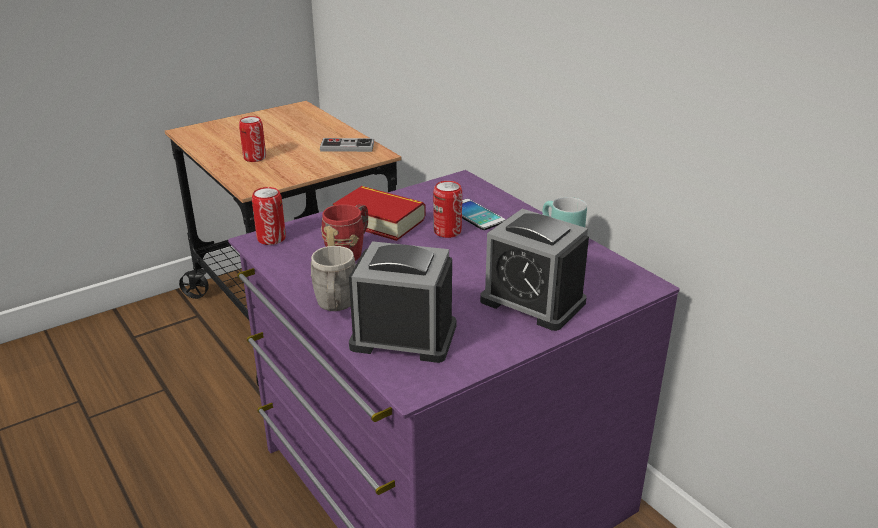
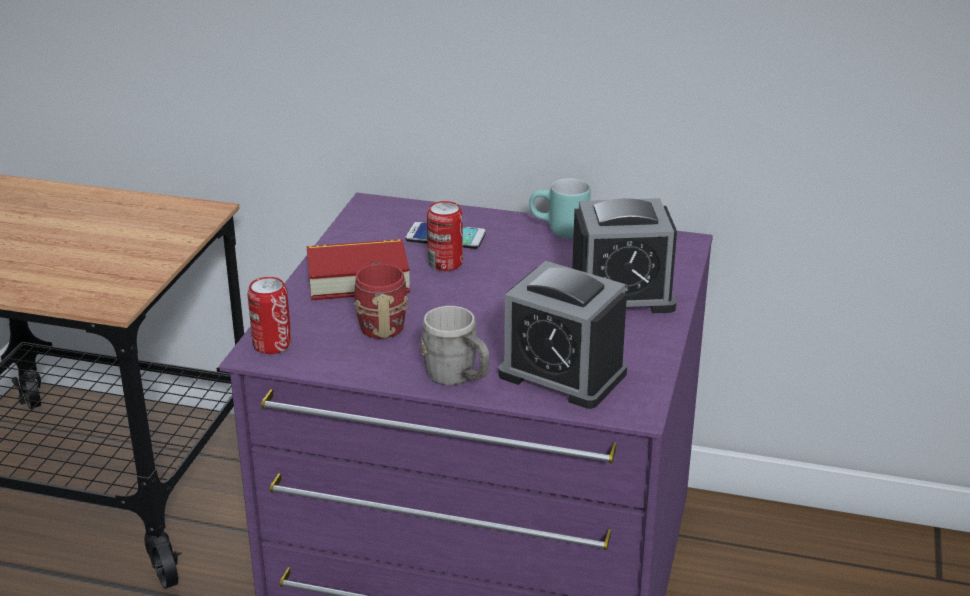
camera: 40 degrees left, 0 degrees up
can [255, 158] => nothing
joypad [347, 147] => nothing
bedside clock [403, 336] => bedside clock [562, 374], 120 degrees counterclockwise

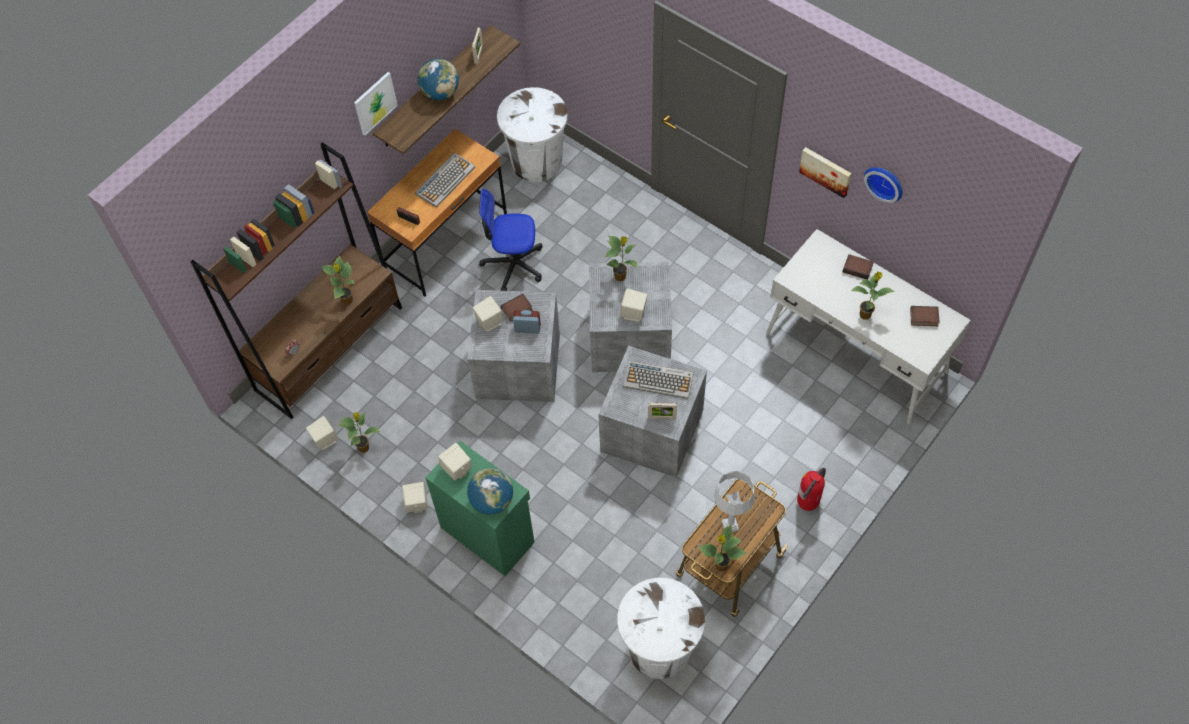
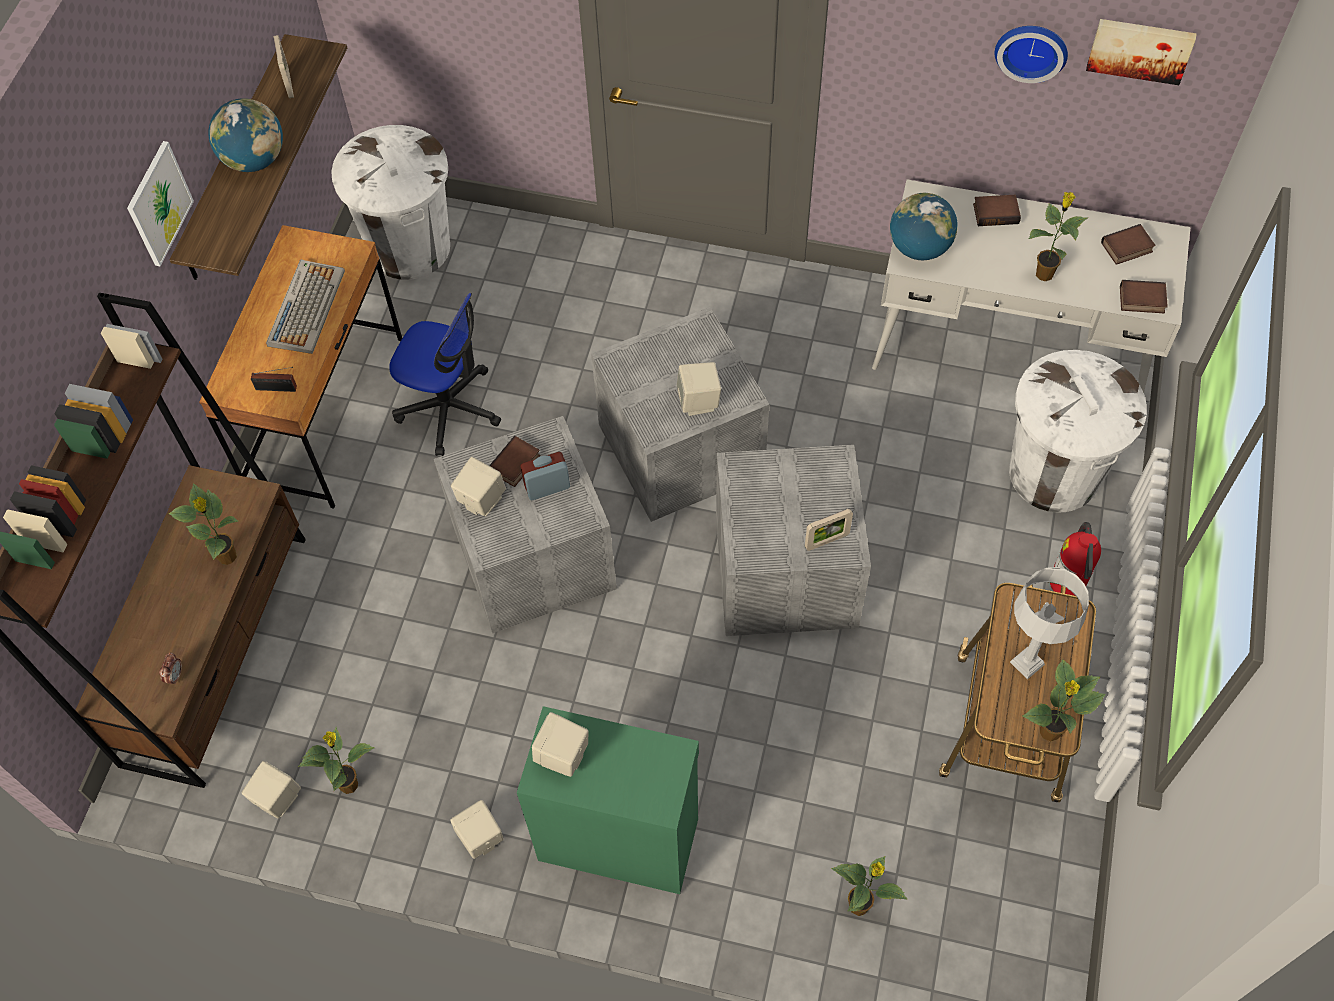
camera: 25 degrees left, 0 degrees up
desk globe [492, 501] => desk globe [919, 248], shifted
office chair [513, 264] => office chair [449, 408], 135 degrees counterclockwise
potted plant [621, 277] => potted plant [860, 905], shifted
white-coloured waste bin [659, 649] => white-coloured waste bin [1053, 474], shifted
computer keyboard [659, 380] => nothing
wall picture [826, 171] => wall picture [1140, 49], shifted
nothing => volume [1141, 300]

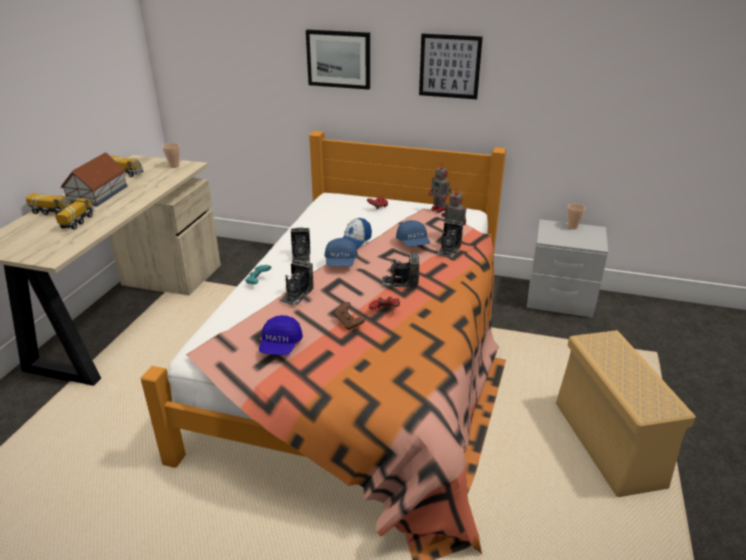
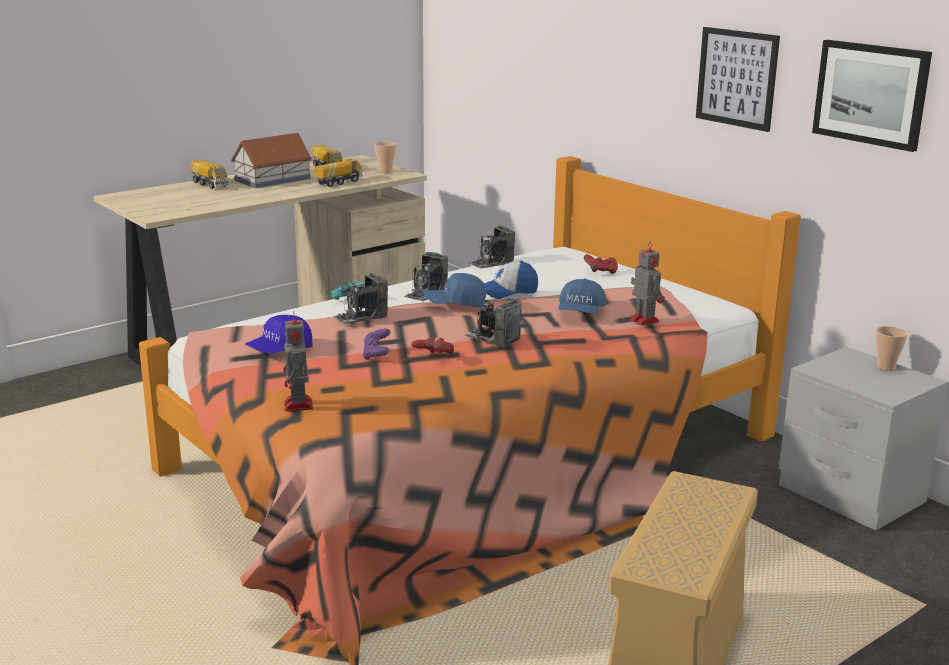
camera: 35 degrees right, 10 degrees down
model truck [78, 222] => model truck [339, 182], shifted
wall picture [339, 59] => wall picture [871, 94], shifted
blue cap [340, 262] => blue cap [455, 304], 45 degrees clockwise
brownish joypad [349, 323] => purple joypad [377, 355]
toy robot [439, 209] => toy robot [298, 406], shifted
photo camera [449, 250] => photo camera [491, 263], shifted

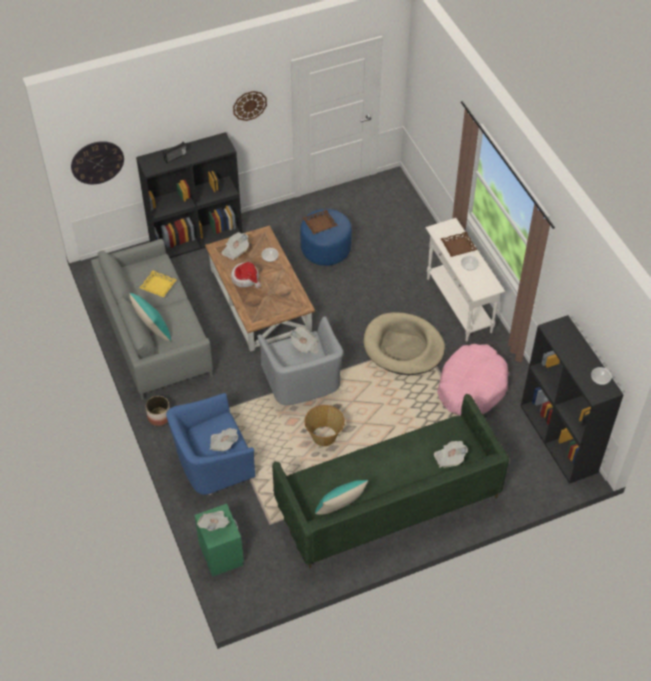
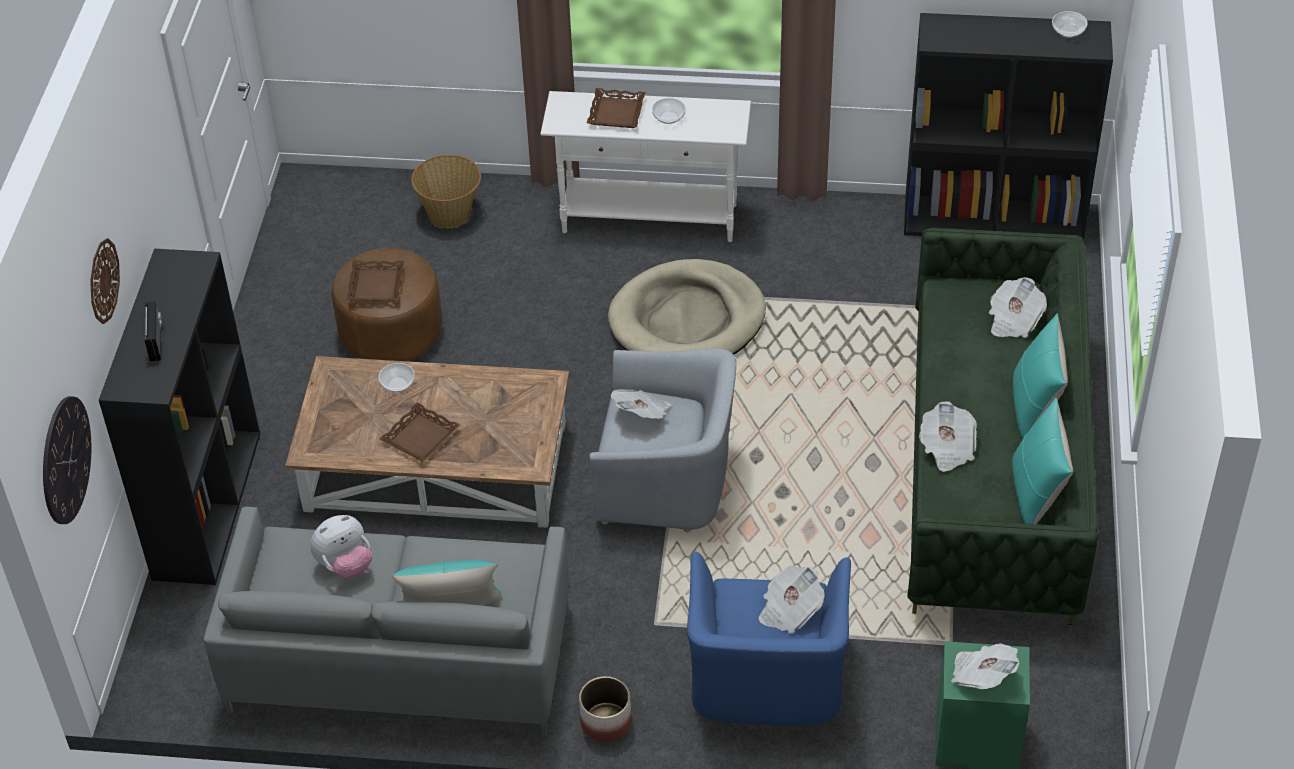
camera: 60 degrees left, 5 degrees down
yellowish serving tray [158, 286] => cuddly toy [345, 565]
printed paper [235, 251] => printed paper [947, 448], shifted
wearable hat [246, 278] => brownish serving tray [420, 436]
wall clock [249, 105] => wall clock [103, 281], shifted
blue pouffe [326, 249] => brownish pouffe [391, 332]
storage basket [324, 437] => storage basket [450, 214], shifted
pink pet bed [471, 386] => nothing
nothing => turquoise-coloured cushion [1034, 406]

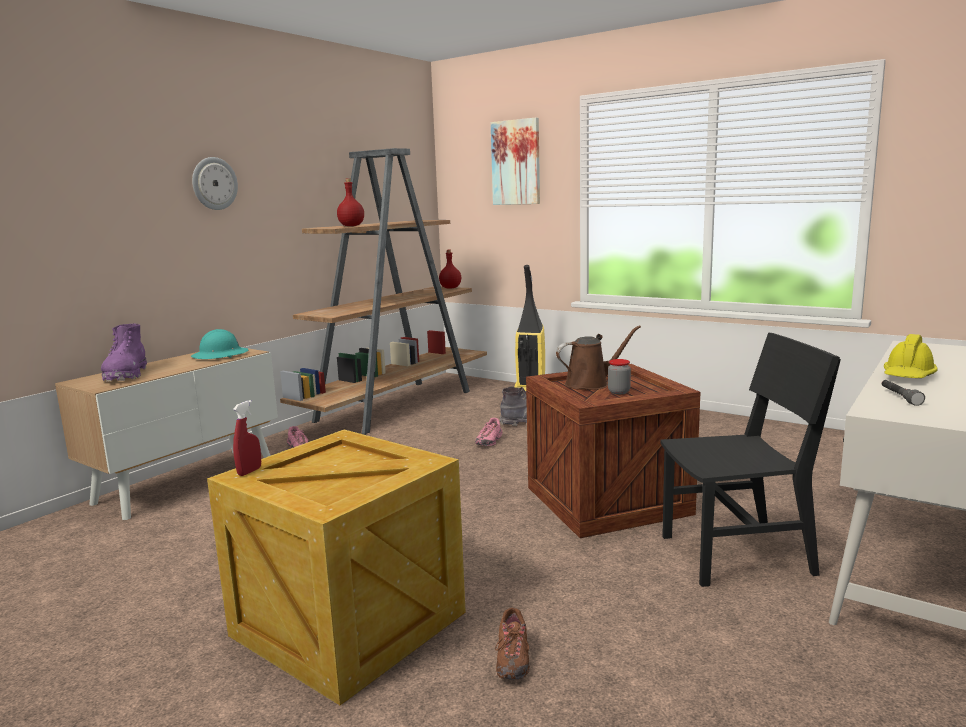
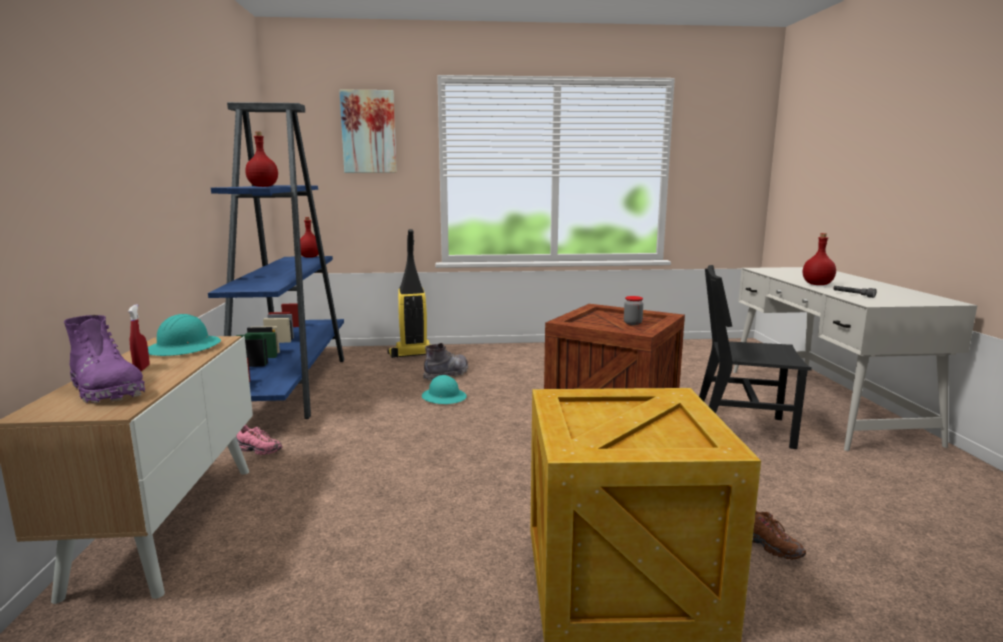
camera: 40 degrees left, 0 degrees up
wall clock [214, 183] => nothing
reddish spray bottle [249, 471] => reddish spray bottle [142, 368], shifted
brownish bookcase [397, 405] => blue bookcase [291, 385]
pink shoe [489, 442] => turquoise-coloured safety helmet [444, 397]
brownish watering pot [590, 384] => nothing
blackish chair [736, 555] => blackish chair [742, 428], 120 degrees counterclockwise
yellowish safety helmet [908, 376] => reddish bottle [817, 284]

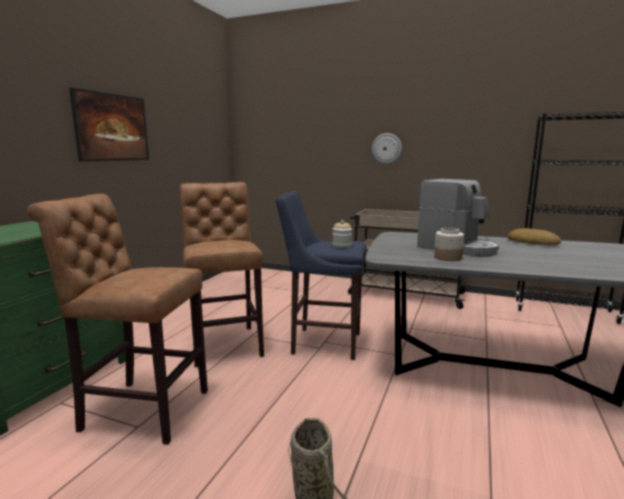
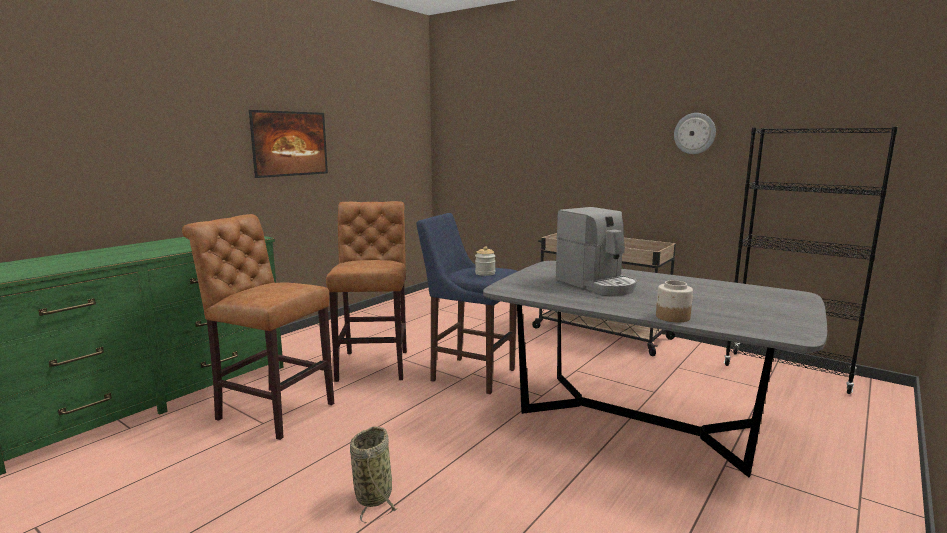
camera: 15 degrees right, 0 degrees up
wall clock [386, 148] => wall clock [694, 133], shifted
preserve jar [447, 258] => preserve jar [672, 317], shifted
bakery bread [532, 242] => nothing

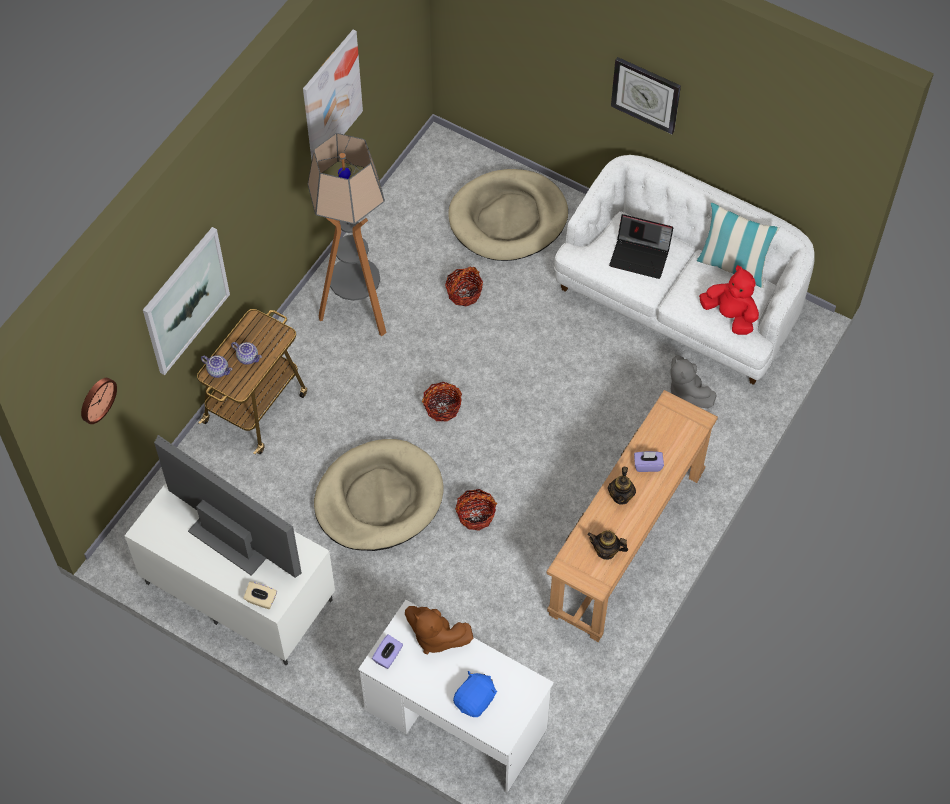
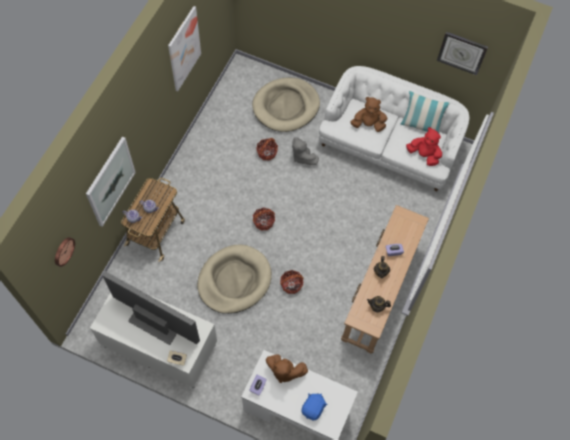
camera: 10 degrees left, 5 degrees up
floor lamp [357, 311] => nothing
notebook computer [640, 256] => brownish cuddly toy [368, 124]
wall clock [646, 94] => wall clock [462, 52], shifted
greyish cuddly toy [687, 392] => greyish cuddly toy [302, 157], shifted

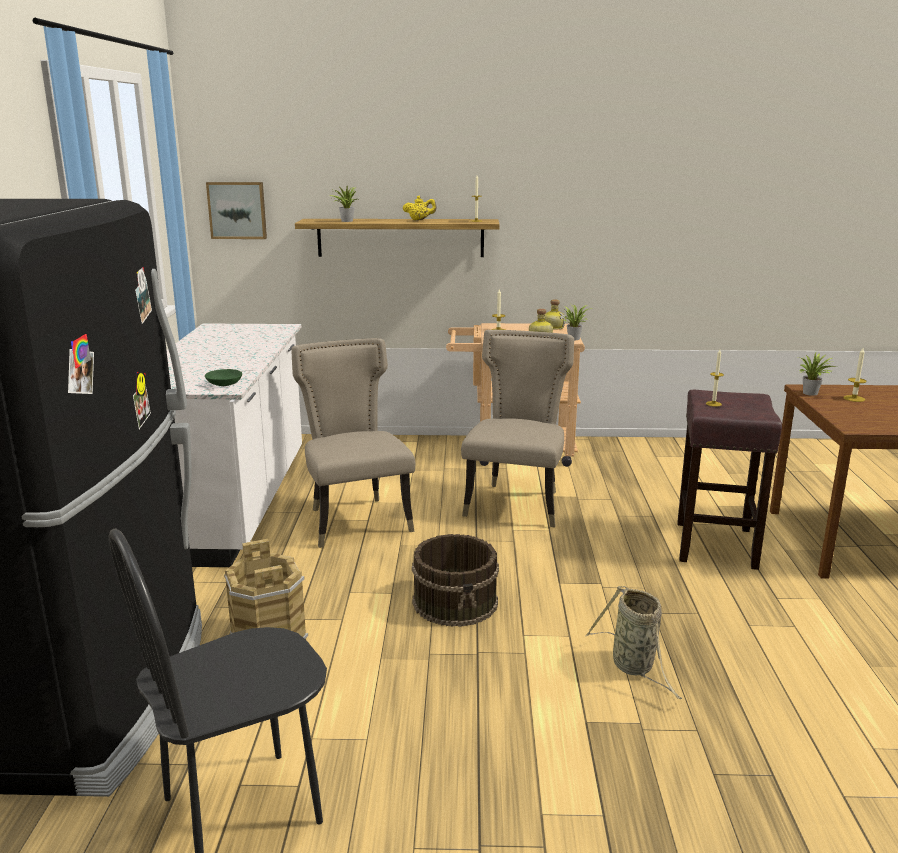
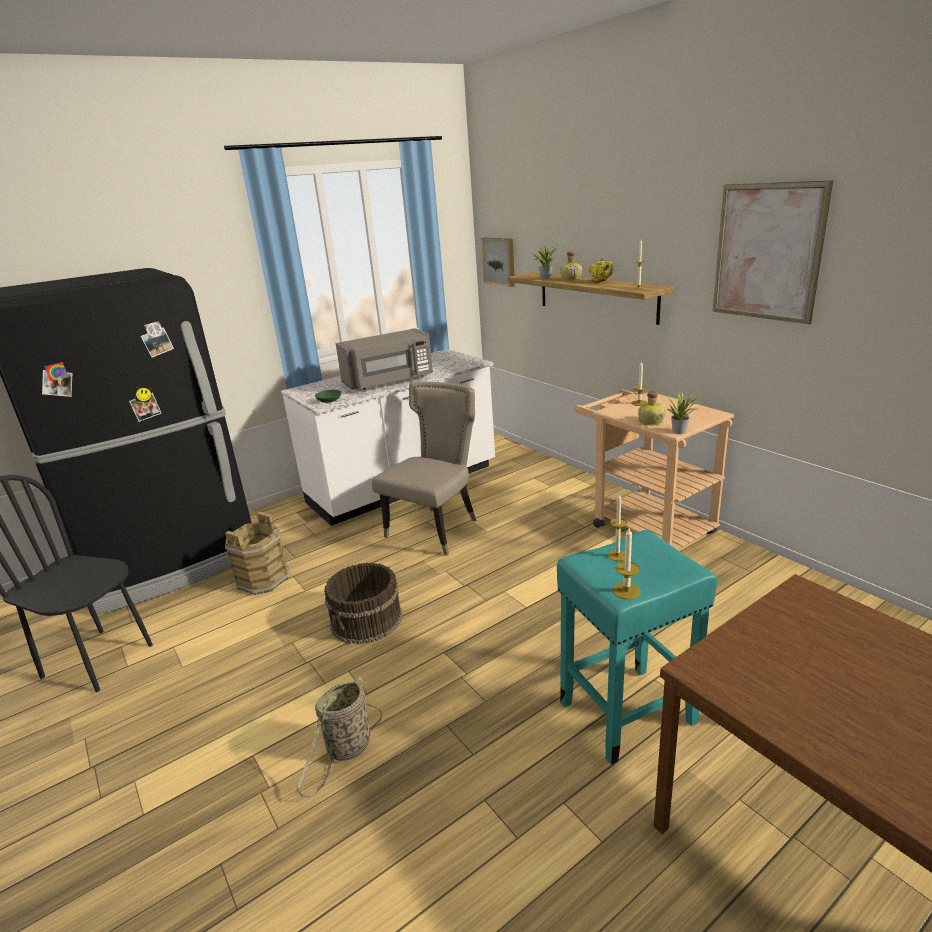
camera: 55 degrees right, 5 degrees up
sand-coloured chair [517, 503] => nothing
bottle [553, 327] => bottle [571, 278], shifted
brownish stool [715, 544] => turquoise-coloured stool [628, 711]
potted plant [811, 394] => nothing
wax candle [854, 398] => wax candle [626, 590], shifted
nothing => greyish microwave oven [389, 381]
nothing => wall picture [767, 252]

